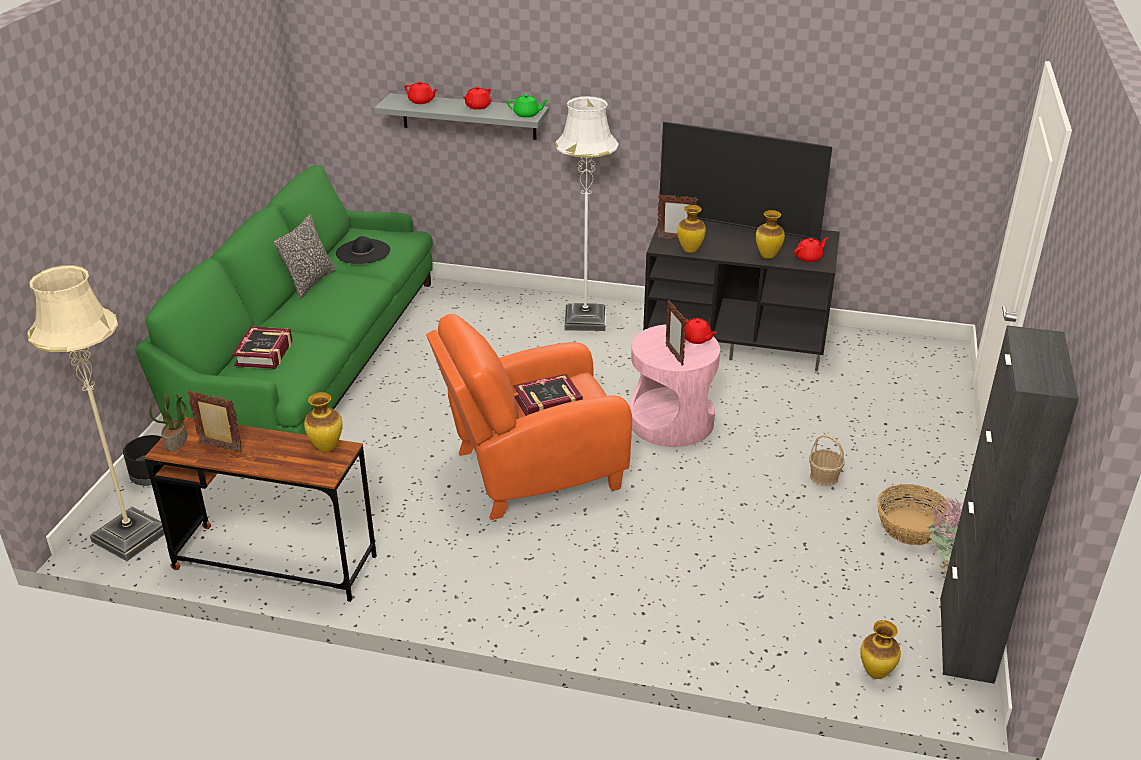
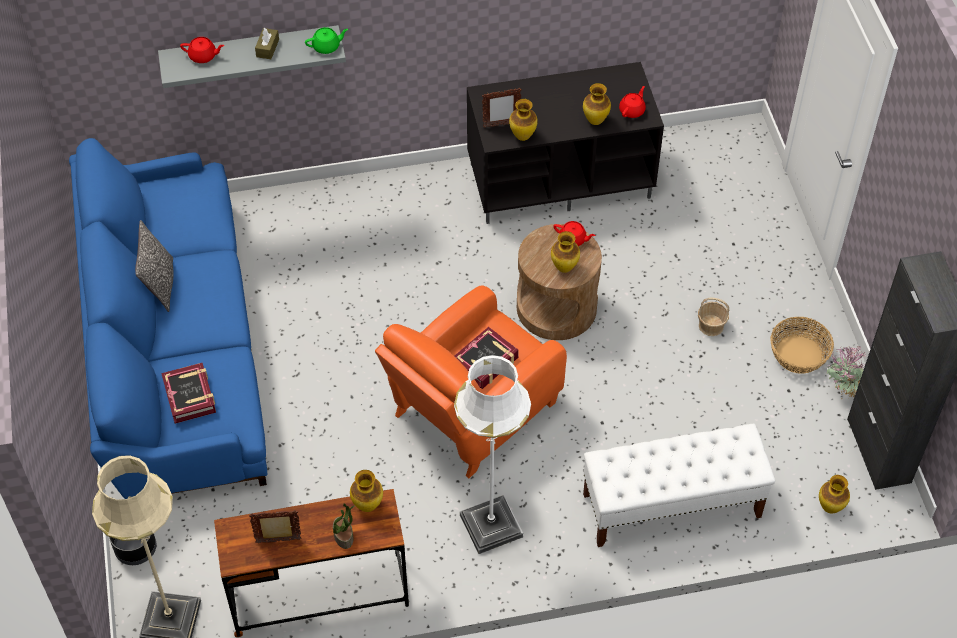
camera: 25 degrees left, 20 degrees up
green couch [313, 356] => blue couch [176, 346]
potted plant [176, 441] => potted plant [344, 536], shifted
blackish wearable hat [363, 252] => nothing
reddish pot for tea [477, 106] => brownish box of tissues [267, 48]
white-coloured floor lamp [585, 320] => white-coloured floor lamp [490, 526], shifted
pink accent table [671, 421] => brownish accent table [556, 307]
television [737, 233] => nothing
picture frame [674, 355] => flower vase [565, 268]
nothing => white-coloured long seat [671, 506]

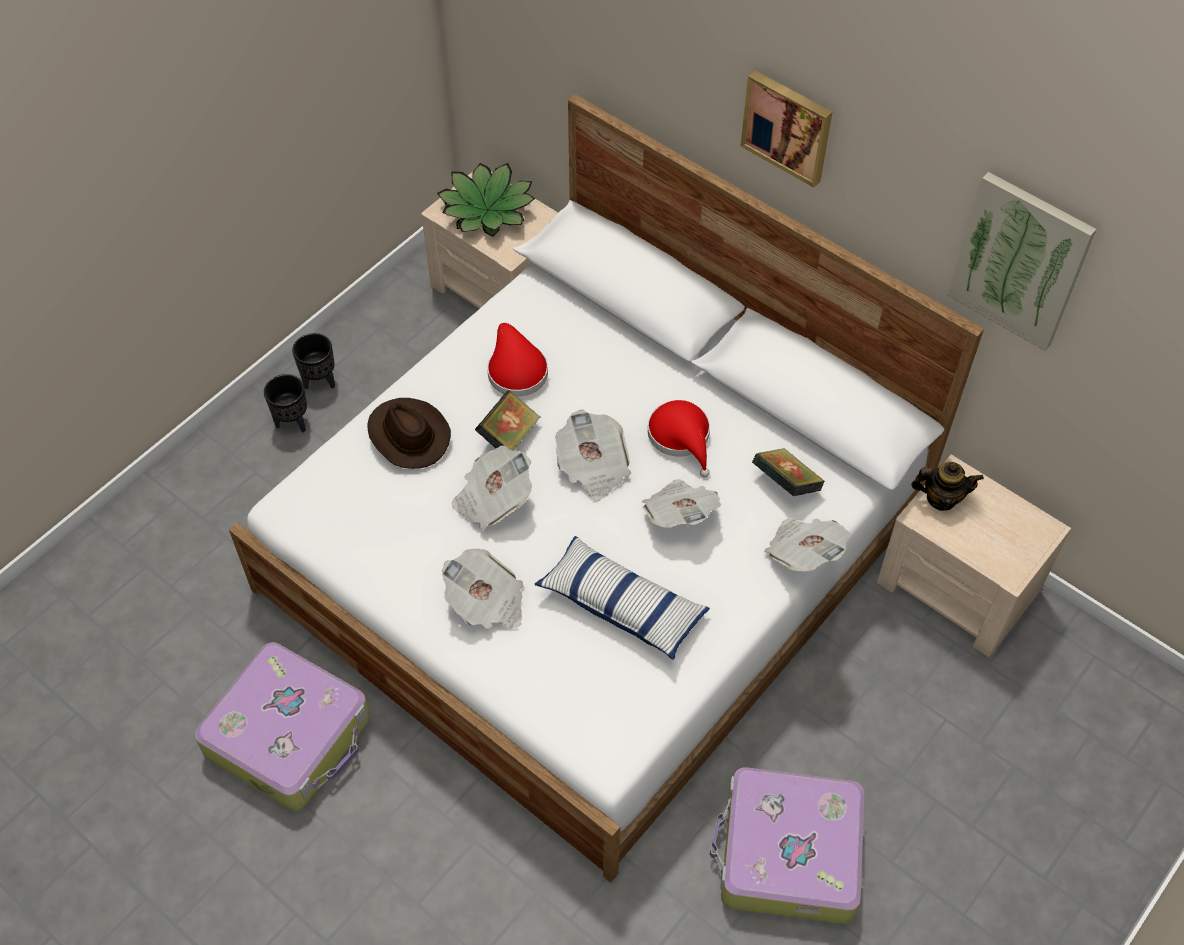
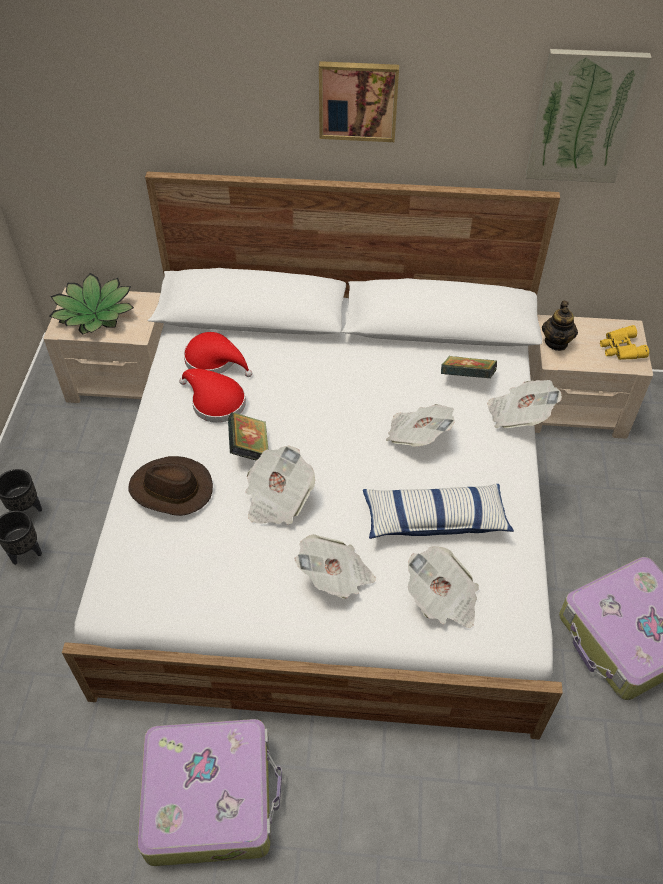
camera: 35 degrees left, 5 degrees down
printed paper [593, 467] => printed paper [442, 599], shifted
reddish wearable hat [681, 437] => reddish wearable hat [214, 361], shifted
pot for tea [941, 498] => pot for tea [556, 342], 135 degrees clockwise
nothing => yellowish pair of binoculars [620, 348]

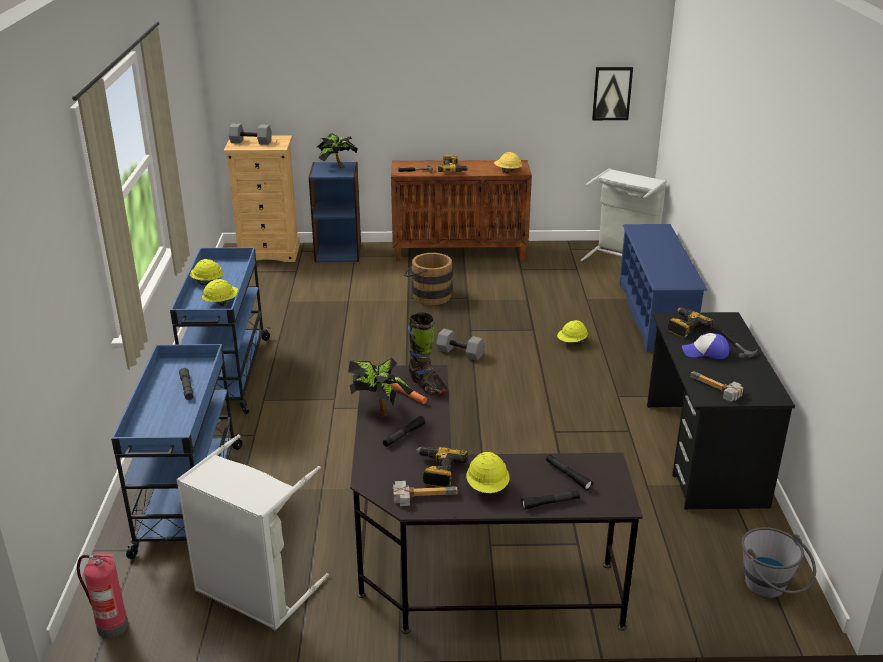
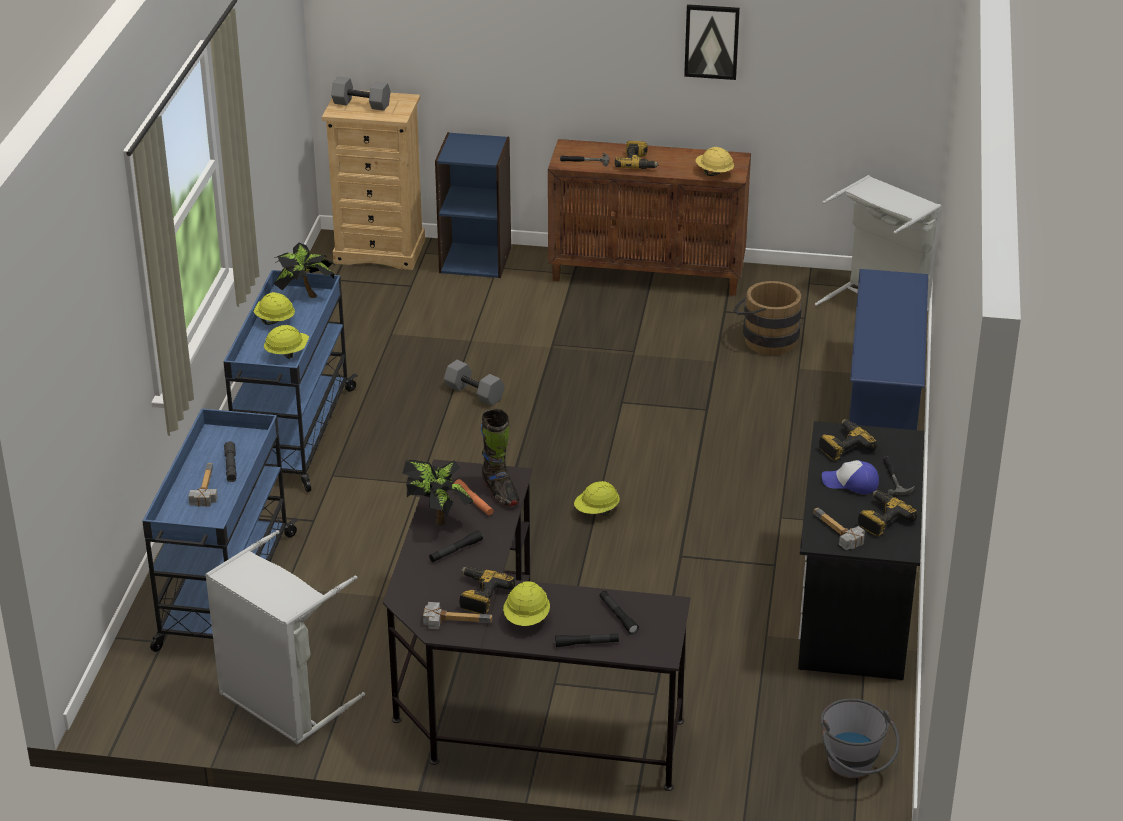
camera: 10 degrees right, 5 degrees up
fire extinguisher [111, 626] => nothing
potted plant [337, 167] => potted plant [305, 295], shifted
brownish water bucket [428, 295] => brownish water bucket [765, 339], shifted
greyish free weight [461, 352] => greyish free weight [475, 393], shifted
yellowish safety helmet [572, 342] => yellowish safety helmet [597, 511], shifted
wall picture [612, 93] => wall picture [711, 41], shifted
nothing => tool hammer [202, 489]
nothing => power drill [881, 519]

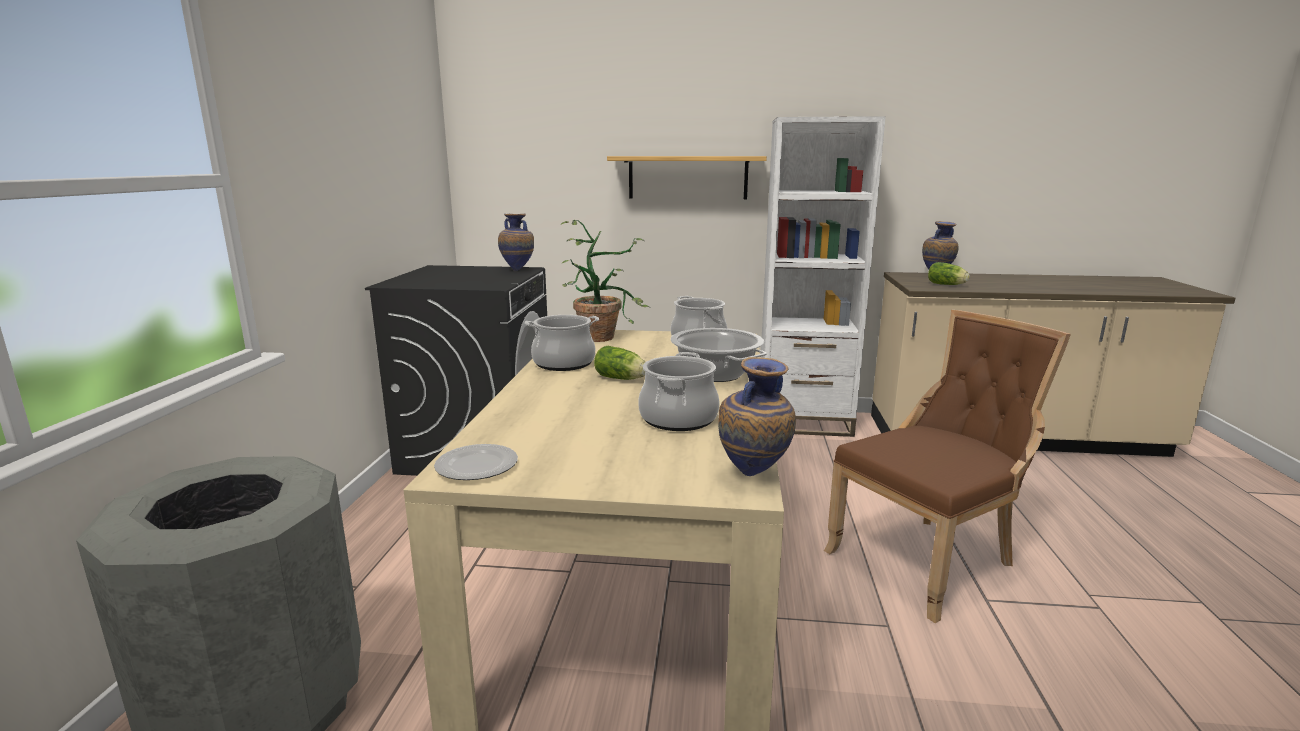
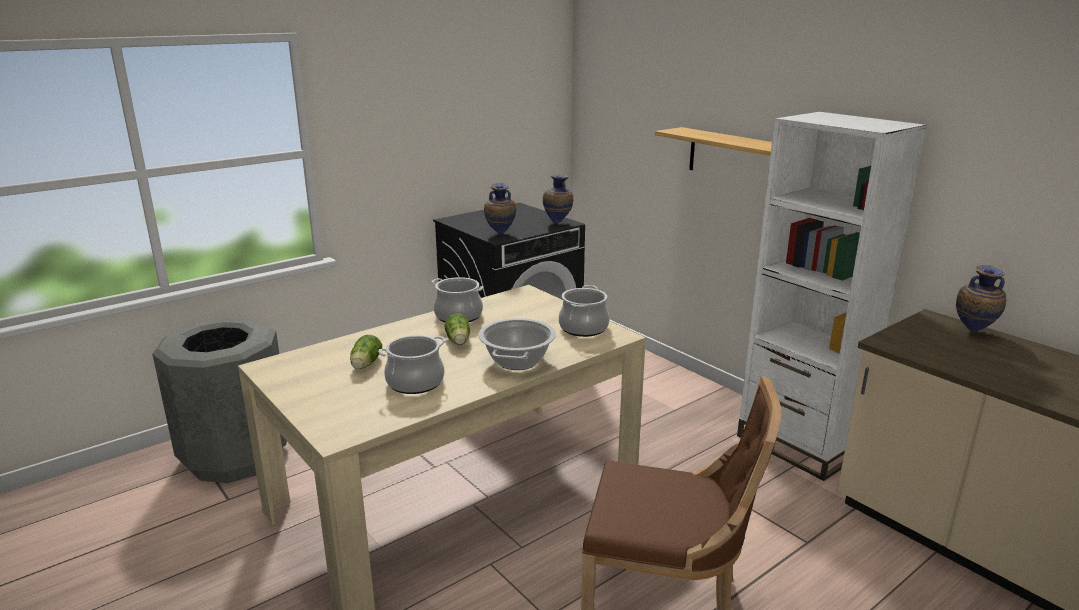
camera: 45 degrees right, 5 degrees up
dinner plate [476, 466] => nothing
potted plant [603, 336] => nothing
flower vase [754, 477] => flower vase [500, 234], shifted
lettuce [947, 285] => lettuce [365, 365], shifted

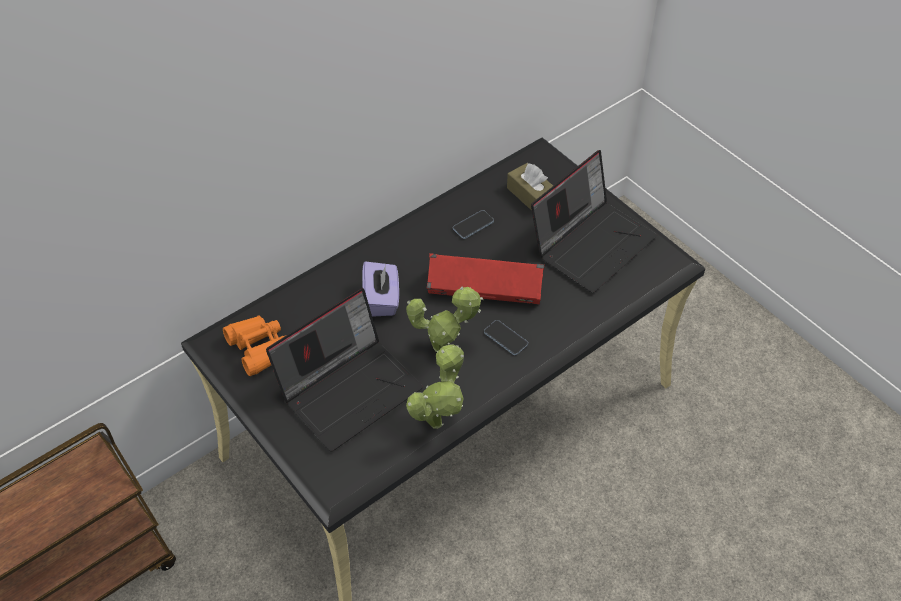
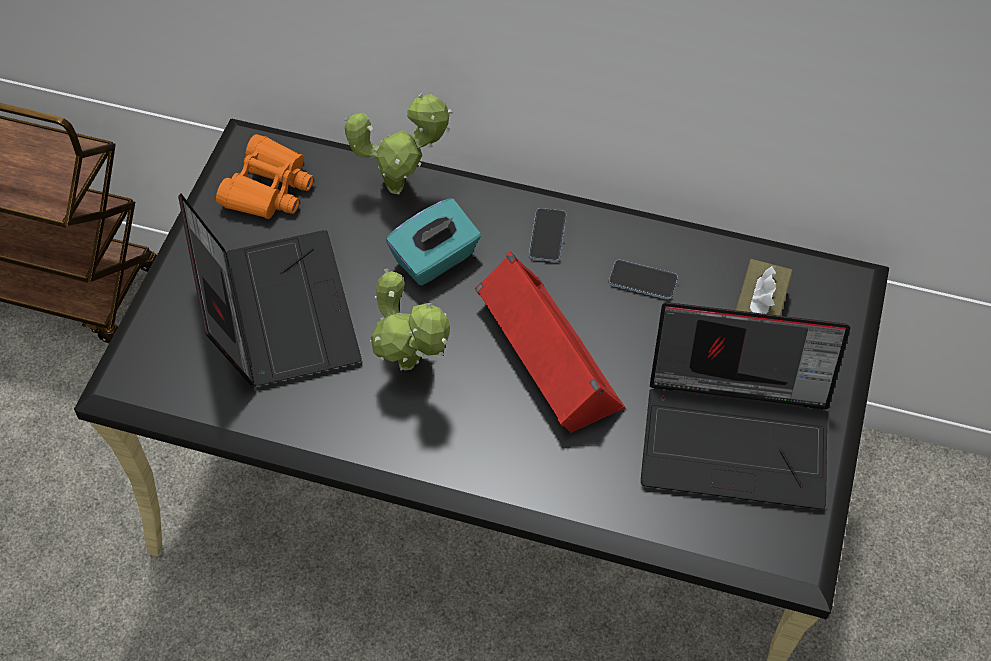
camera: 55 degrees right, 5 degrees up
notebook computer [350, 389] => notebook computer [275, 310], 120 degrees counterclockwise
purple box of tissues [382, 300] => turquoise-coloured box of tissues [435, 259]
potted plant [438, 420] => potted plant [402, 187], shifted
phone [505, 338] => phone [547, 236], shifted

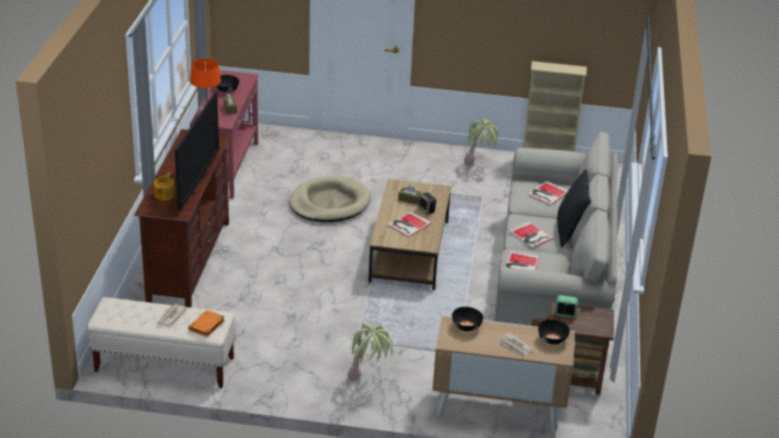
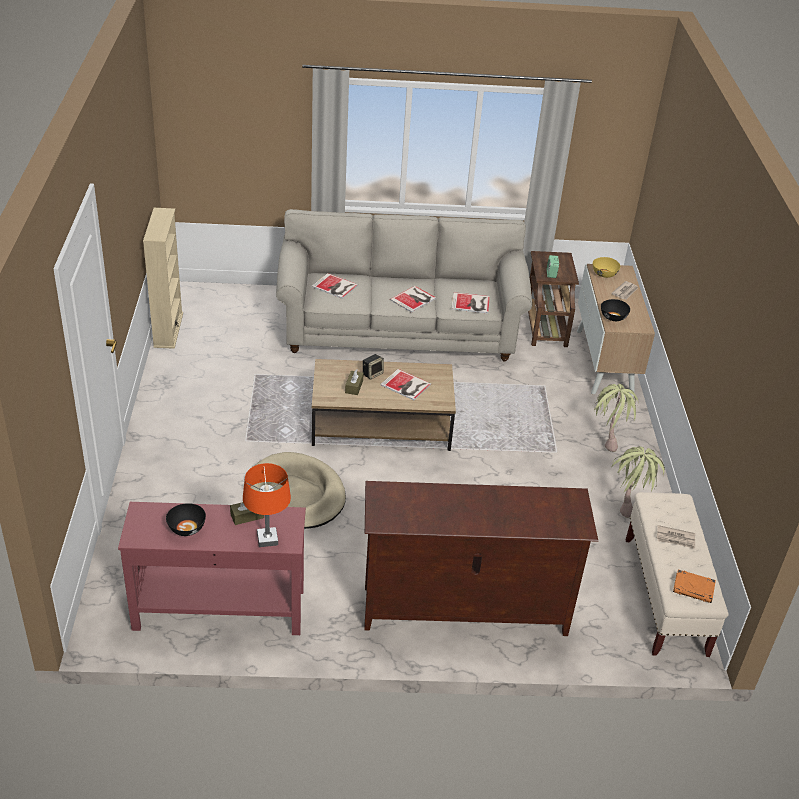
camera: 100 degrees left, 5 degrees up
pot for tea [164, 195] => nothing
television [197, 183] => nothing
orange volume [206, 326] => orange volume [694, 588], shifted
potted plant [479, 166] => potted plant [629, 504], shifted
blackish deep dish [552, 339] => yellowish deep dish [604, 274]
blackish cushion [570, 231] => nothing

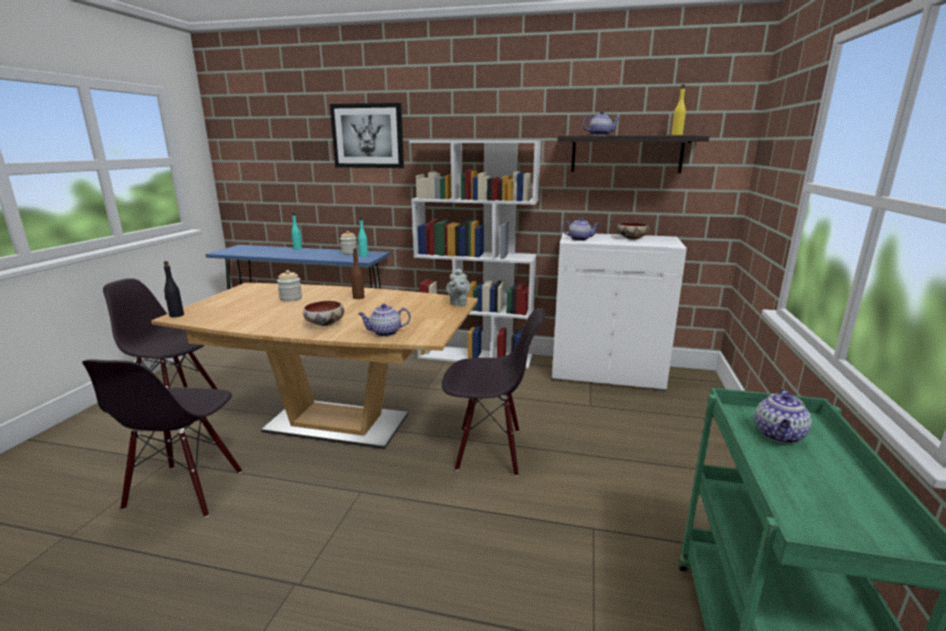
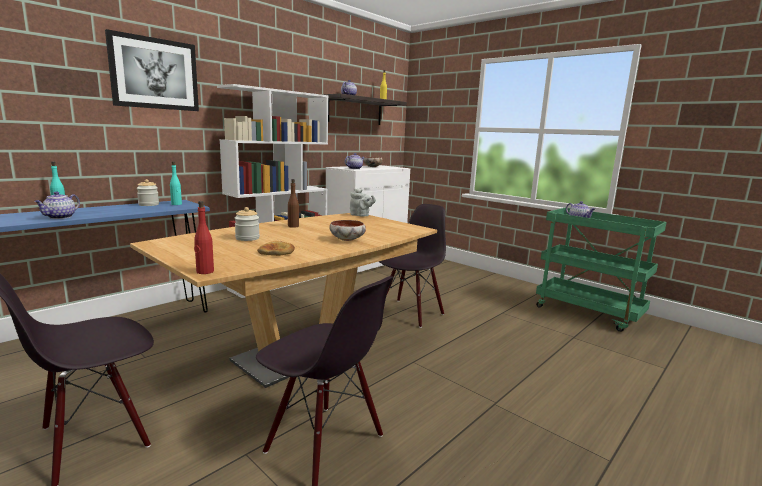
camera: 60 degrees left, 5 degrees down
blackish bottle [176, 315] => reddish bottle [205, 271]
pot for tea [385, 333] => pot for tea [60, 217], shifted
nothing => bakery bread [277, 252]

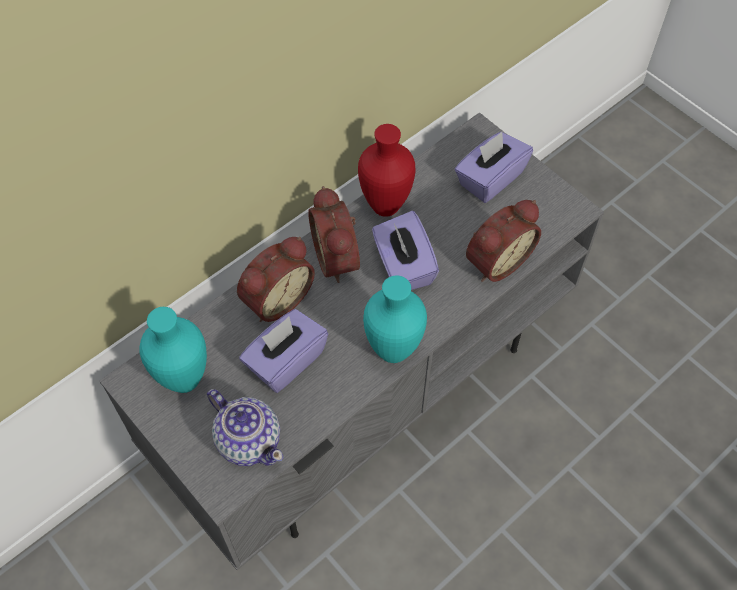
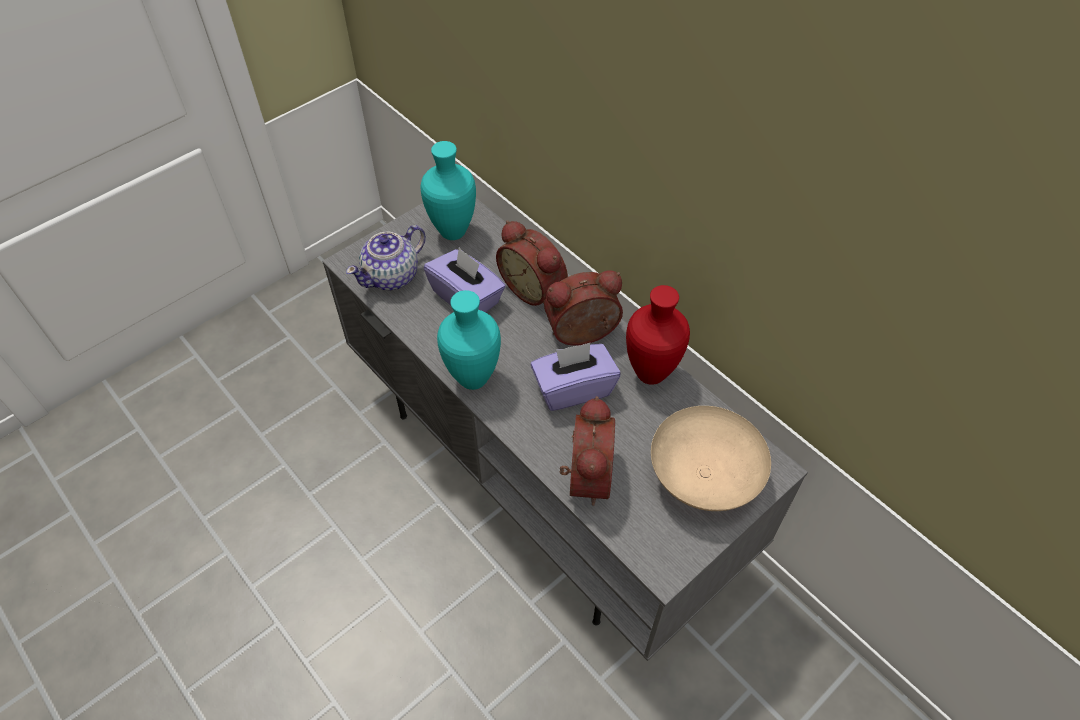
camera: 90 degrees right, 5 degrees down
purple box of tissues [490, 179] => sand-coloured deep dish [701, 476]
bedside clock [496, 260] => bedside clock [584, 476], 135 degrees counterclockwise

